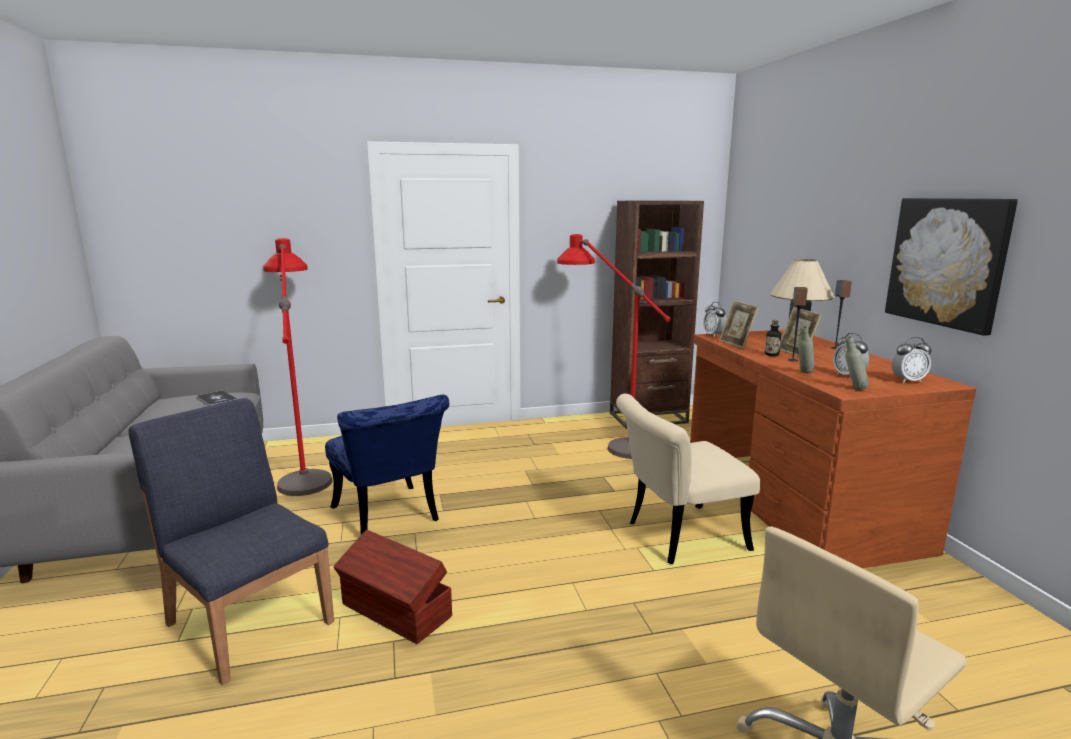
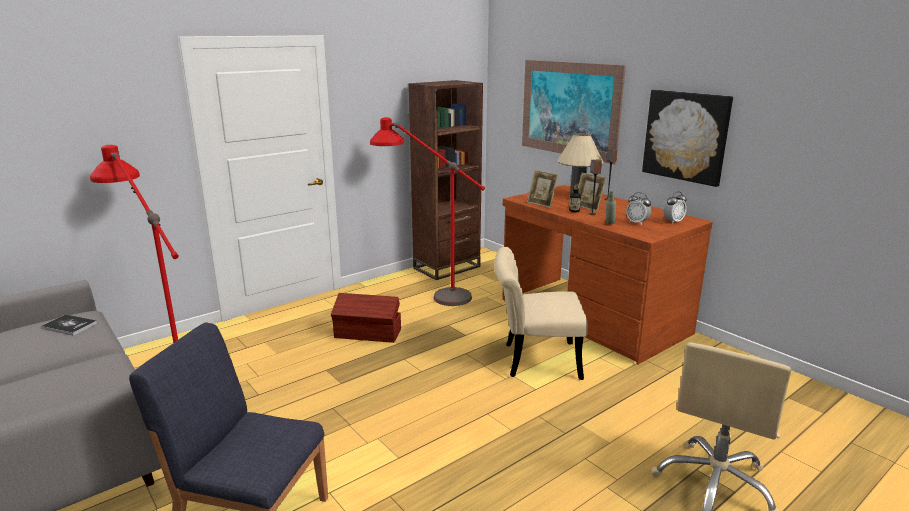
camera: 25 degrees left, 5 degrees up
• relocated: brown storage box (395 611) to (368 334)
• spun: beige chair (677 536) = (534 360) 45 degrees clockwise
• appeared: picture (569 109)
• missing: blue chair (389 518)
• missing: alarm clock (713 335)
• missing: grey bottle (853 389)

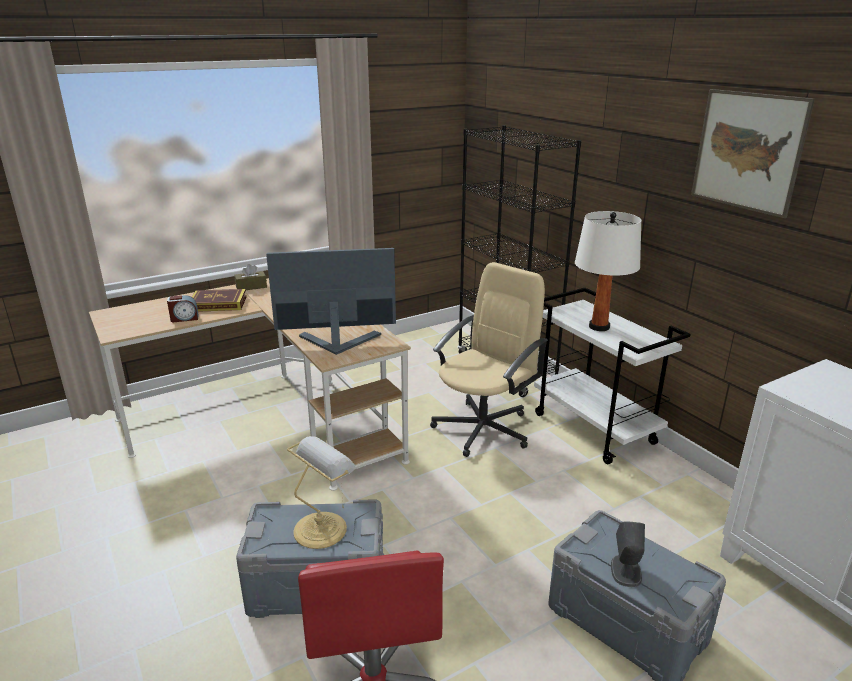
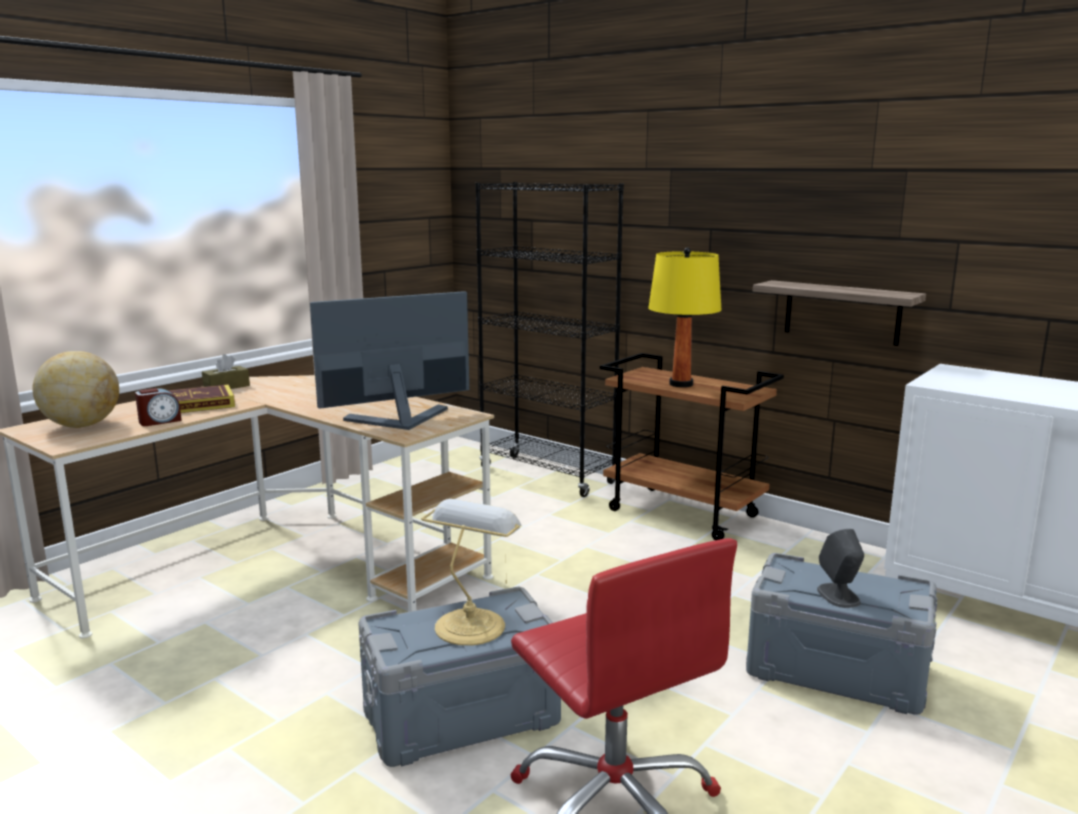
camera: 20 degrees left, 10 degrees down
• appeared: globe (82 425)
• colour: white cart (595 429) to brown cart (684 513)
• colour: white table lamp (599 327) to yellow table lamp (681 384)
• appeared: shelf (842 312)
• missing: beige office chair (484 428)
• missing: picture (748 151)

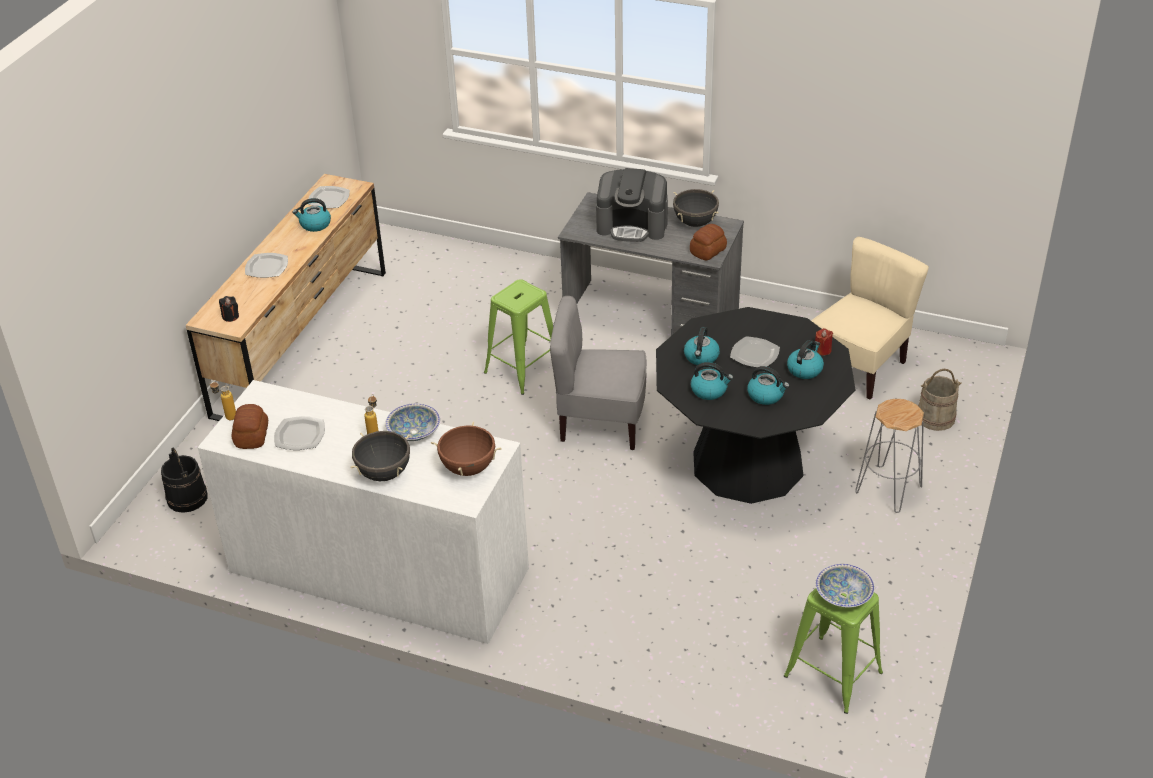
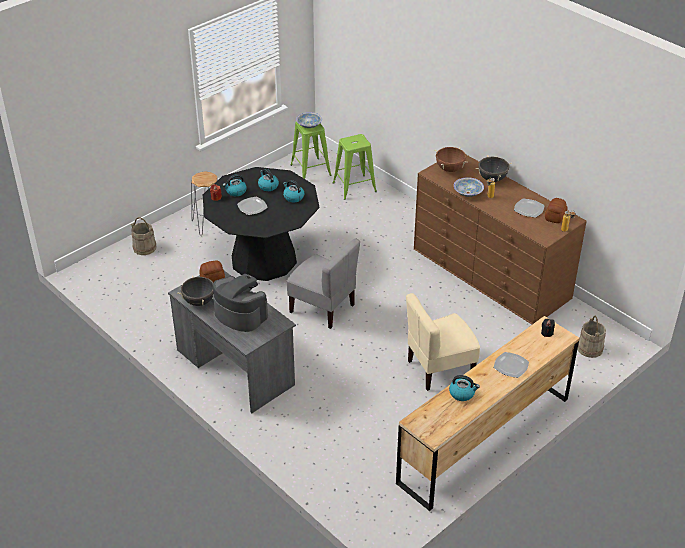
camera: 155 degrees left, 0 degrees up
• relocated: green stool (522 369) to (355 187)
• relocated: beige chair (859 367) to (440 369)
• colour: white dresser (378 570) to brown dresser (490 273)
• colour: black bucket (187 498) to beige bucket (590 348)
• missing: plate (328 198)
• missing: kettle (701 357)

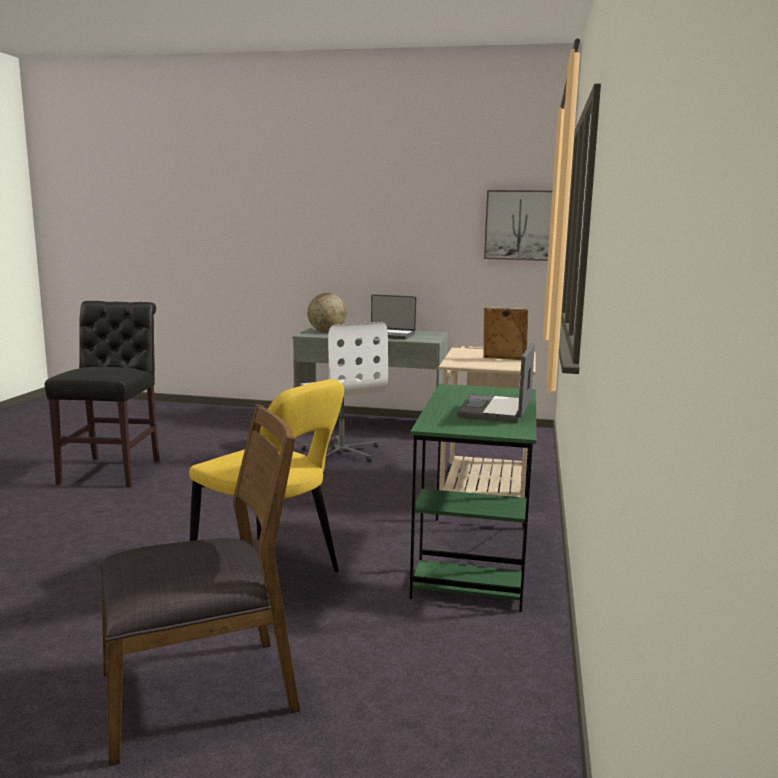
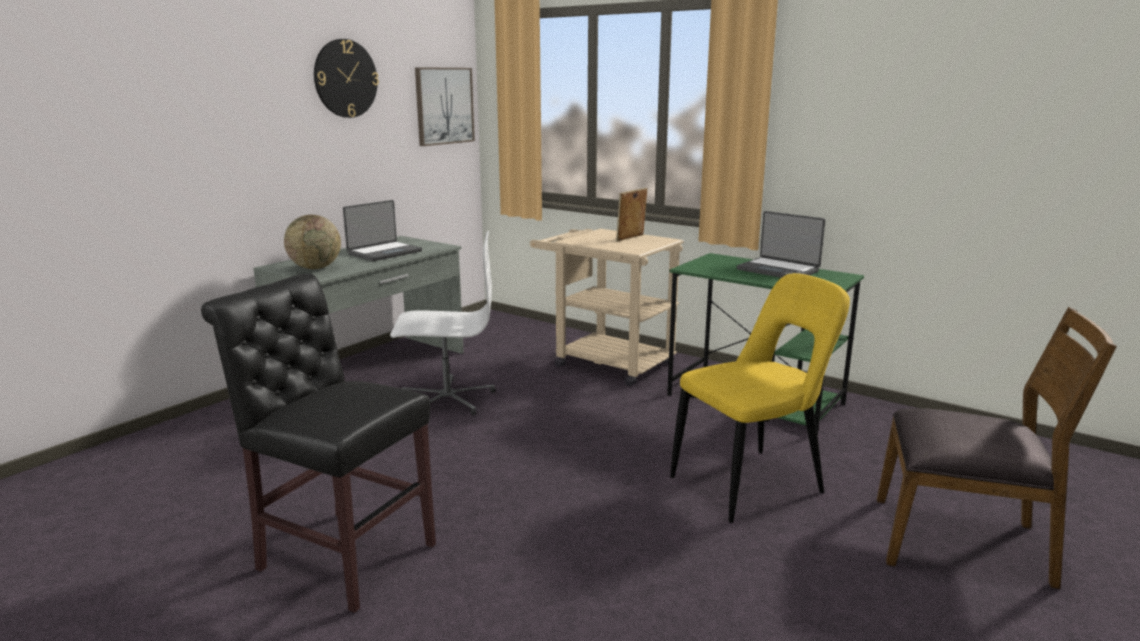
camera: 65 degrees left, 5 degrees up
• appeared: wall clock (345 78)
• spun: brown chair (200 693) = (961 541) 105 degrees clockwise

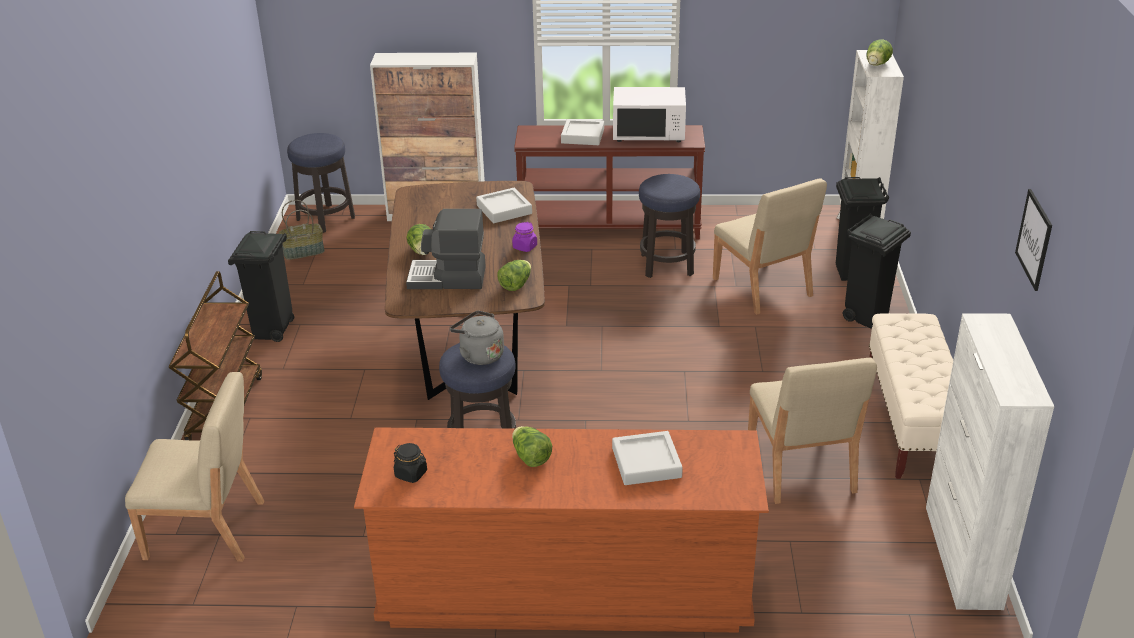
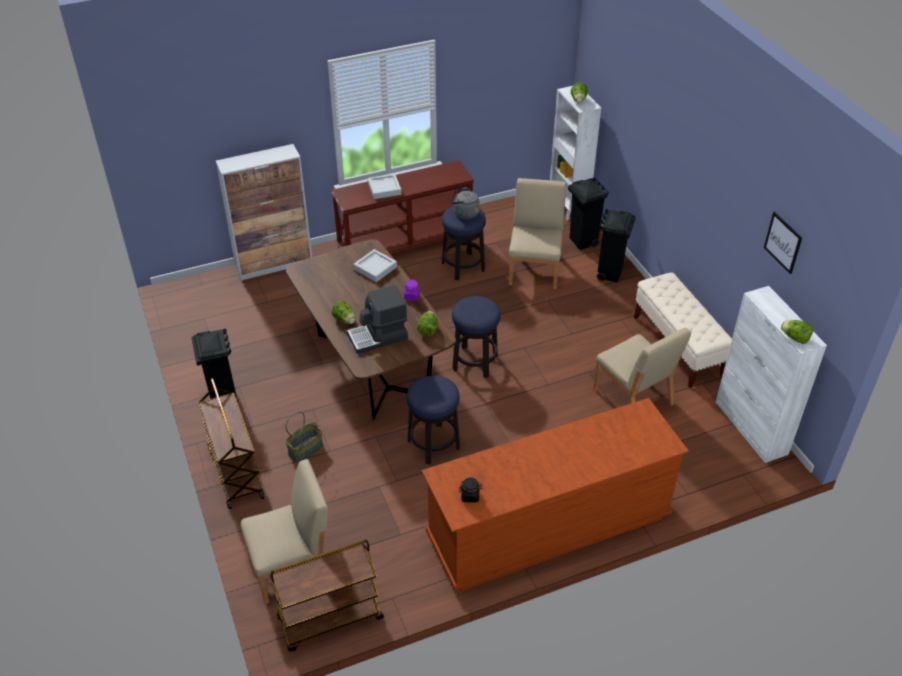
camera: 25 degrees left, 10 degrees up
• appeared: brown cart (329 619)
• relocated: basket (304 251) to (305 449)
• relocated: grey kettle (479 355) to (464 213)
• relocated: stool (326 219) to (475 362)
• spun: beige chair (762 288) = (535 269) 120 degrees counterclockwise
• relocated: lettuce (530 457) to (795 338)
• missing: grey tray (646 463)
• missing: white microwave (649 134)

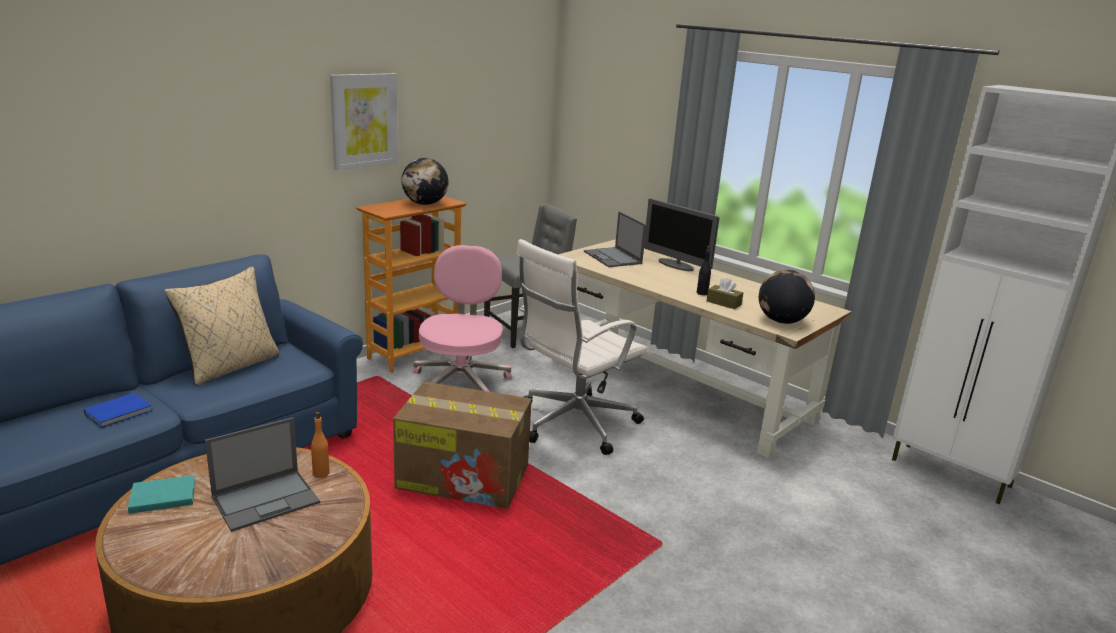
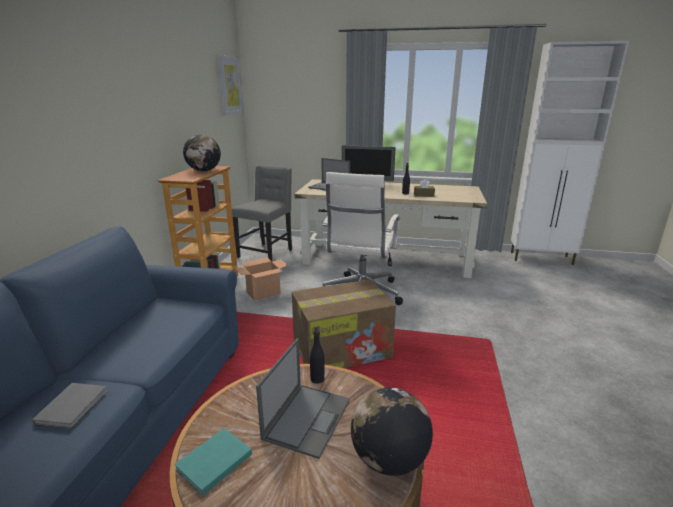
camera: 30 degrees left, 0 degrees up
• colour: blue book (120 412) to grey book (74 406)
• relocated: picture (364 120) to (230 85)
• exchanged: pink office chair (461 381) to cardboard box (264 293)
• colour: orange bottle (321 473) to black bottle (317 379)
• relocated: globe (781 321) to (389 459)
• missing: beige pillow (231 366)

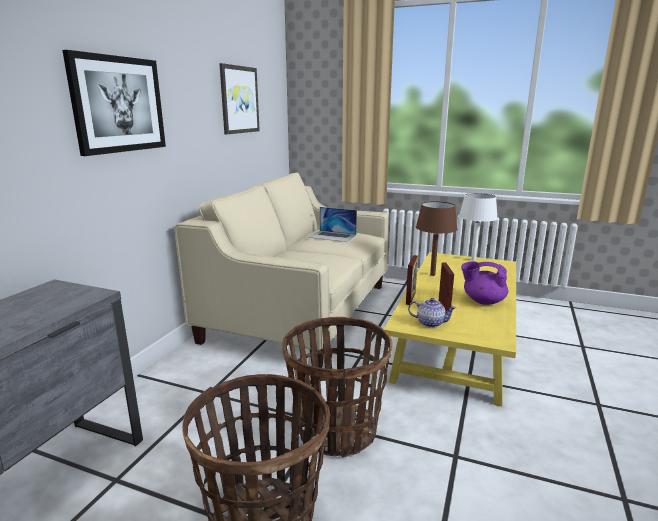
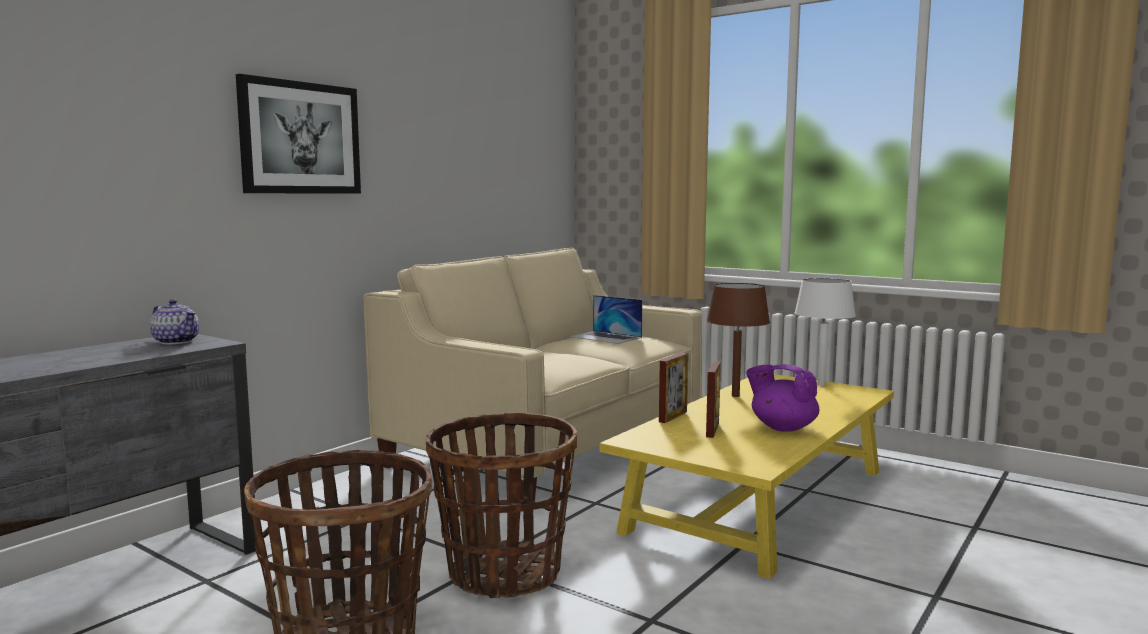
camera: 15 degrees right, 10 degrees down
• relocated: teapot (430 323) to (176 341)
• missing: picture (239 100)

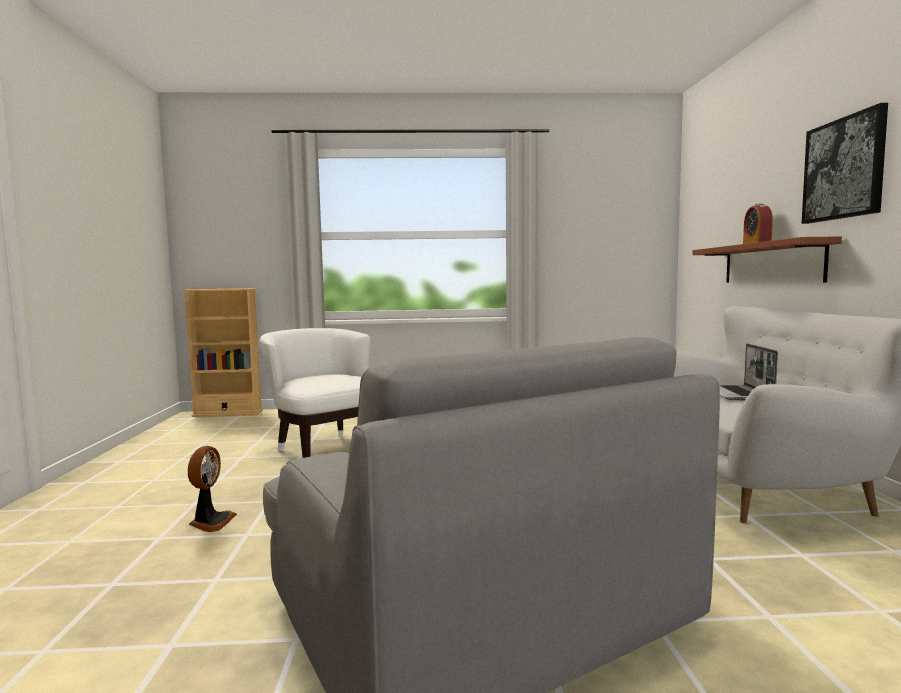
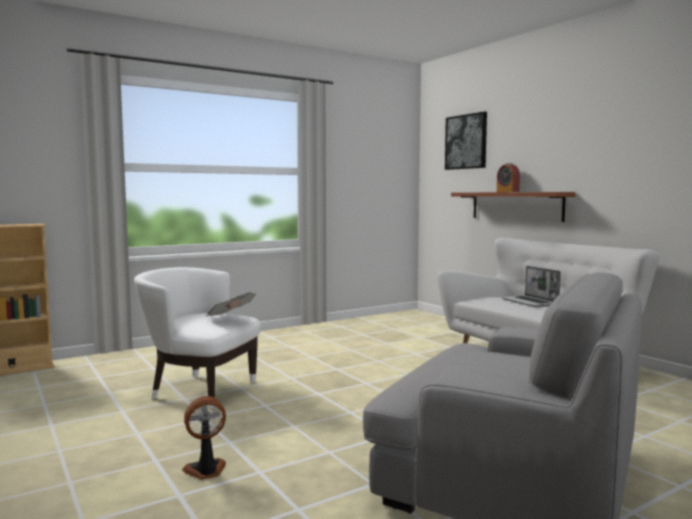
camera: 30 degrees left, 0 degrees up
• spun: fan (210 522) = (206 471) 90 degrees counterclockwise
• appeared: newspaper (230 318)
• relocated: picture (844 169) to (466 142)

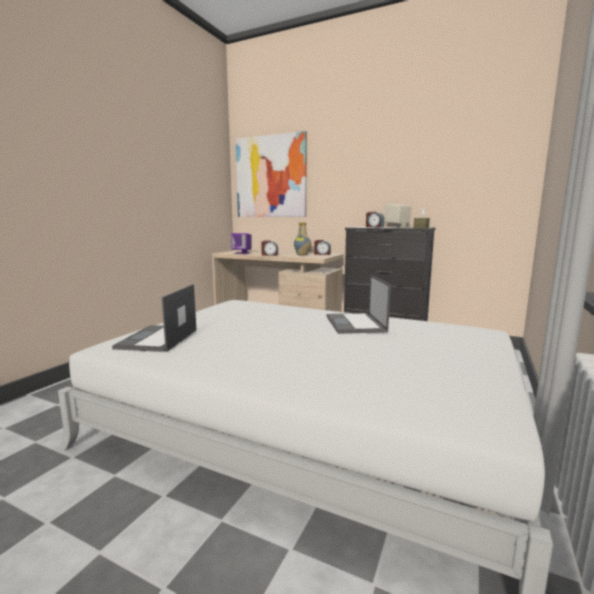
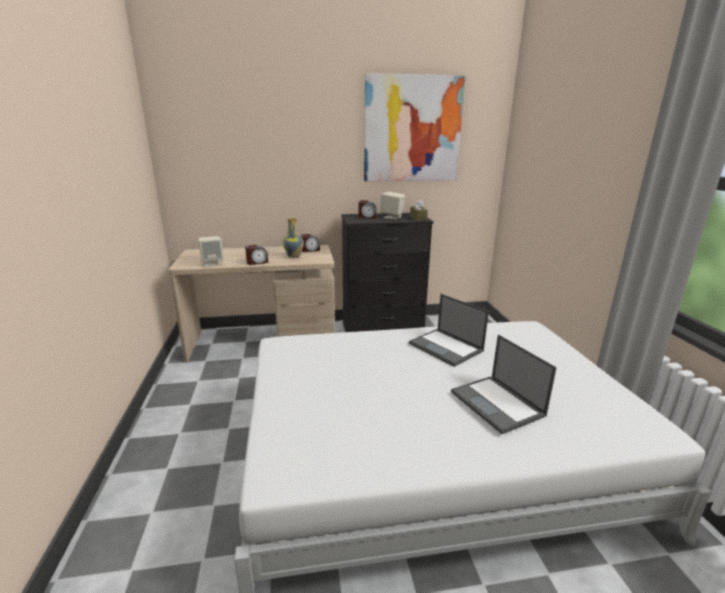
camera: 35 degrees left, 10 degrees up
• colour: purple speaker (242 253) to beige speaker (212 263)
• relocated: picture (271 177) to (412 129)
• relocated: laptop (157 339) to (498 404)

